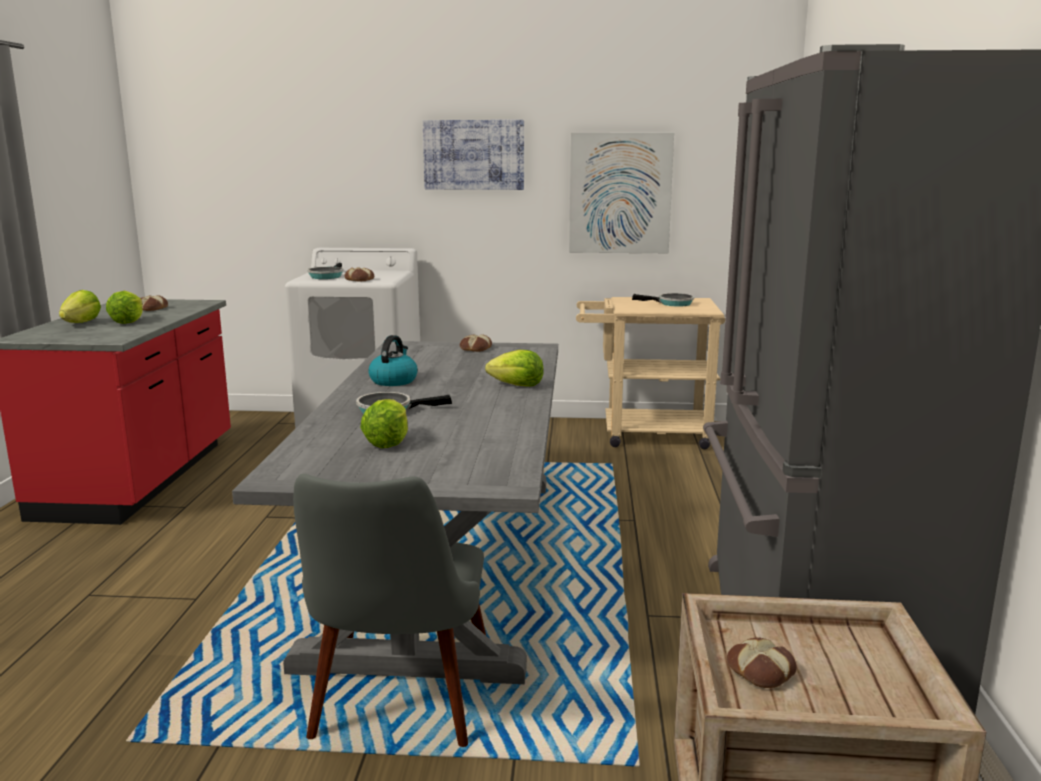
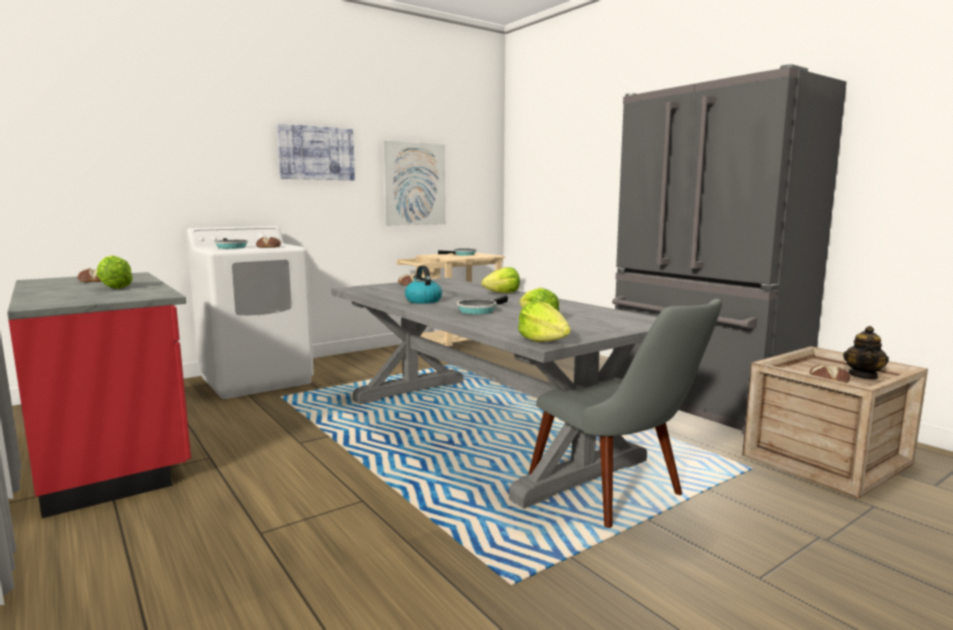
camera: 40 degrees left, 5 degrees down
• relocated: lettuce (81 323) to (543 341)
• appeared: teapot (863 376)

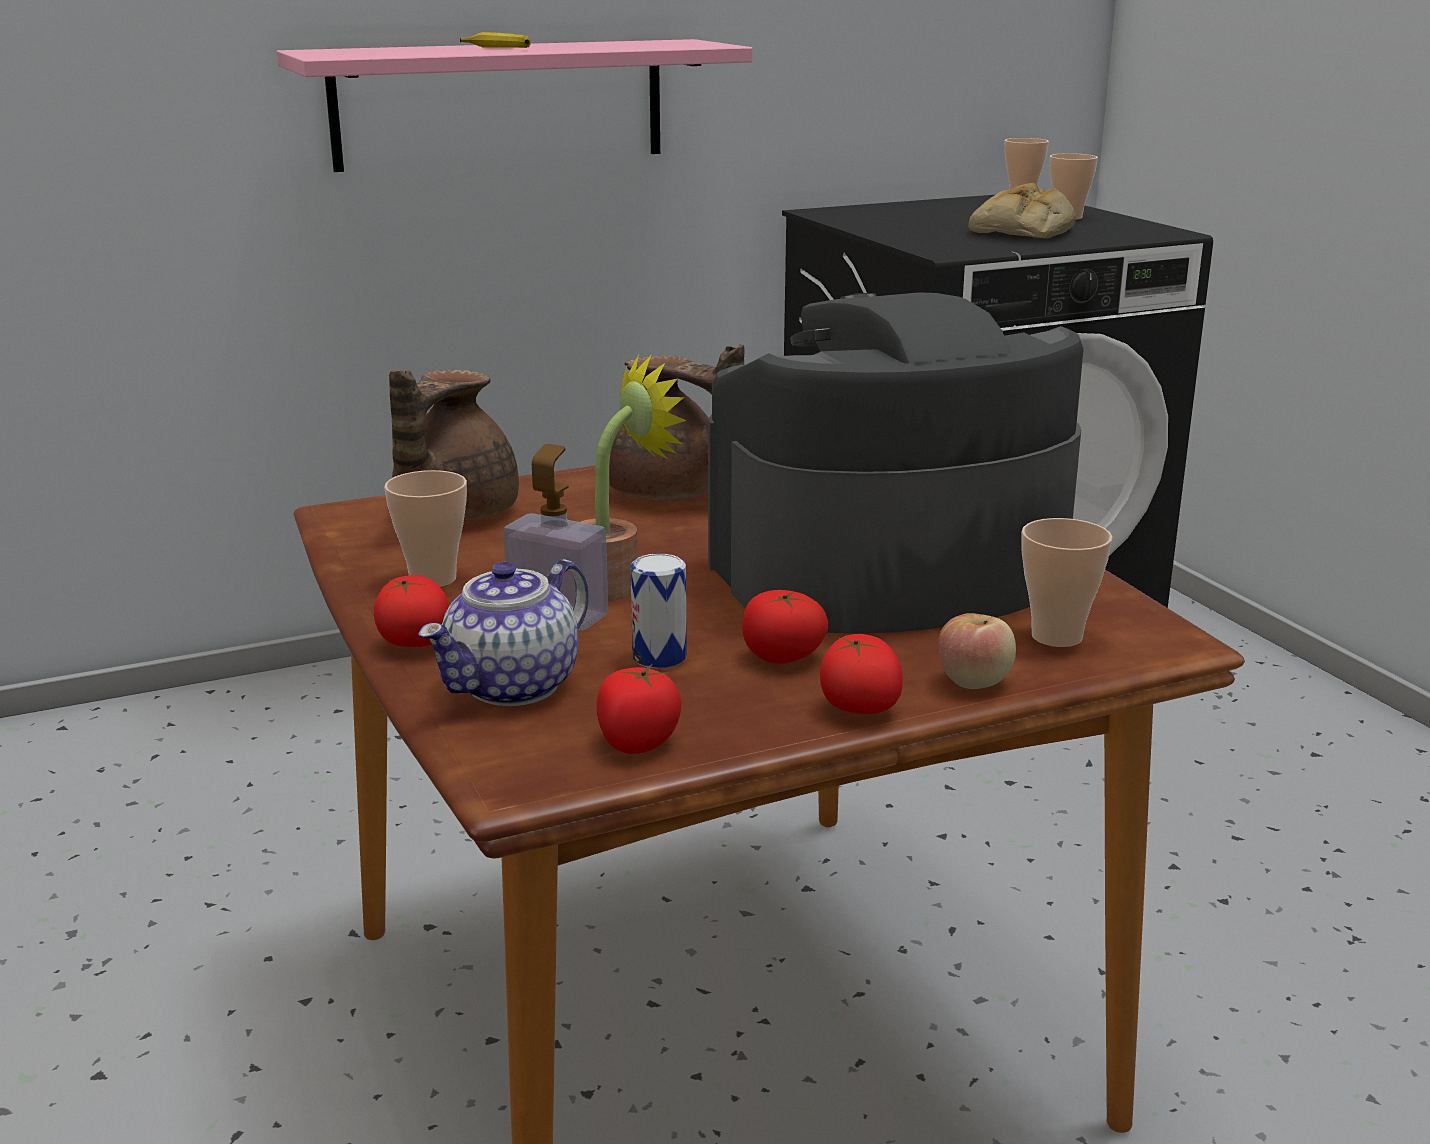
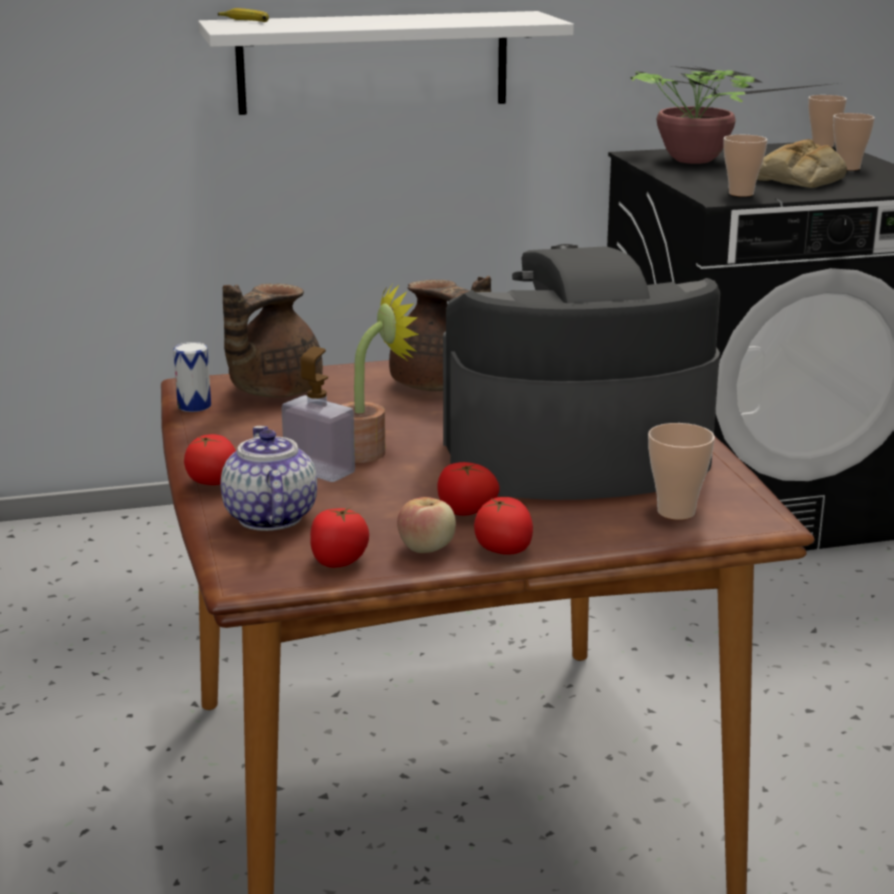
camera: 10 degrees right, 0 degrees up
• relocated: can (659 657) to (194 406)
• colour: pink shelf (500 104) to white shelf (373 62)
• relocated: banana (498 48) to (245 21)
• spun: teapot (513 687) = (269 517) 120 degrees clockwise
• relocated: apple (974 682) to (427 548)
• appeared: potted plant (698 160)
• relocated: cup (433 579) to (741 193)

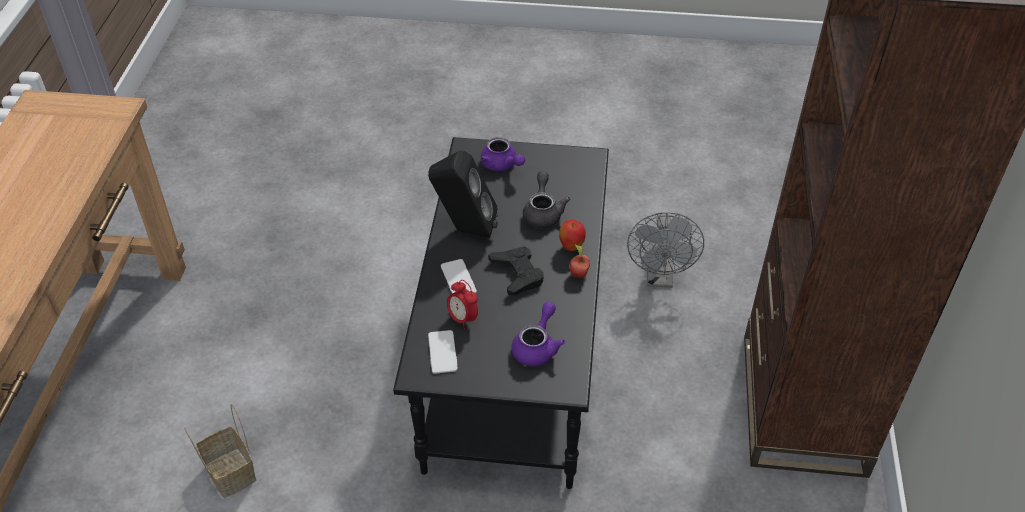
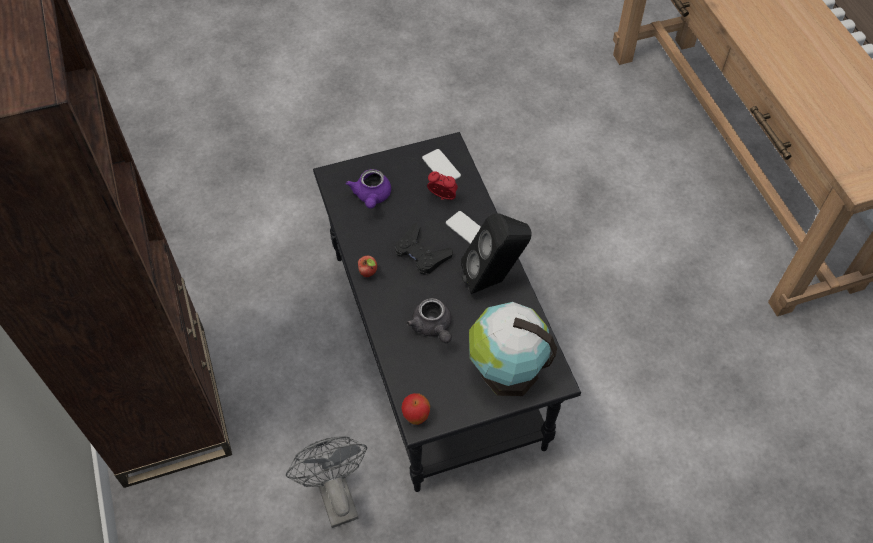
camera: 155 degrees right, 10 degrees up
• relocated: apple (571 247) to (416 417)
• exchanged: purple teapot (501 165) to globe (506 371)
• missing: basket (229 472)

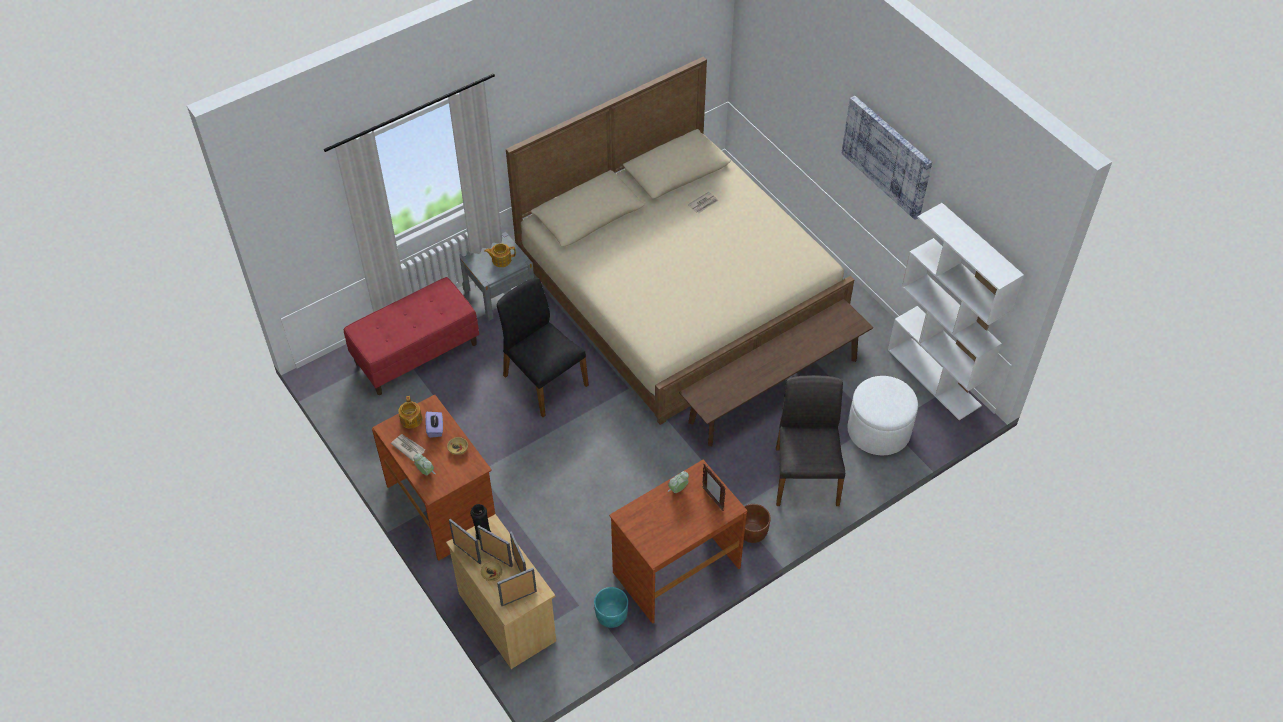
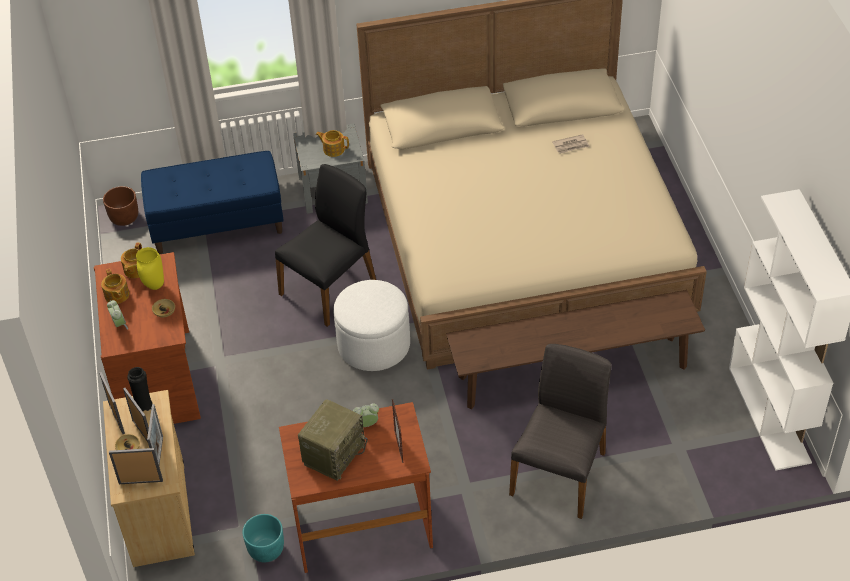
camera: 25 degrees right, 5 degrees down
• exchanged: newspaper (408 447) to teapot (116 295)
• relocated: brown planter (752 532) to (124 217)
• exchanged: purple tissue box (435 429) to yellow vase (154 285)
• colour: red bench (416 353) to blue bench (218 224)
• spun: black chair (544 380) = (330 288) 60 degrees clockwise
• appeared: radio (334 453)
• relocated: white ottoman (878 430) to (374 345)
• missing: picture (887 156)

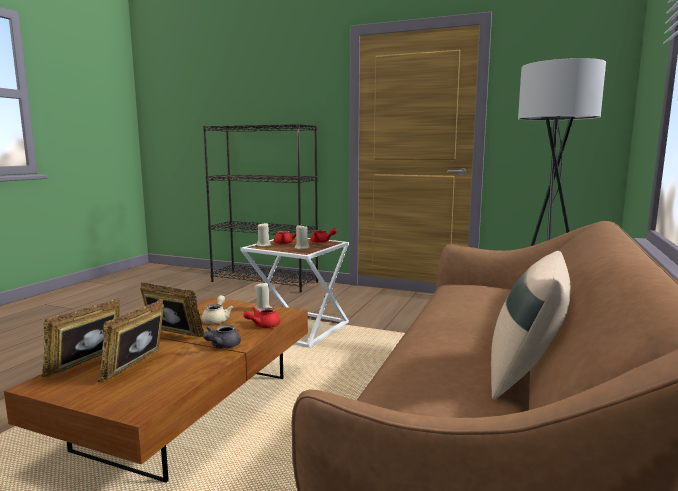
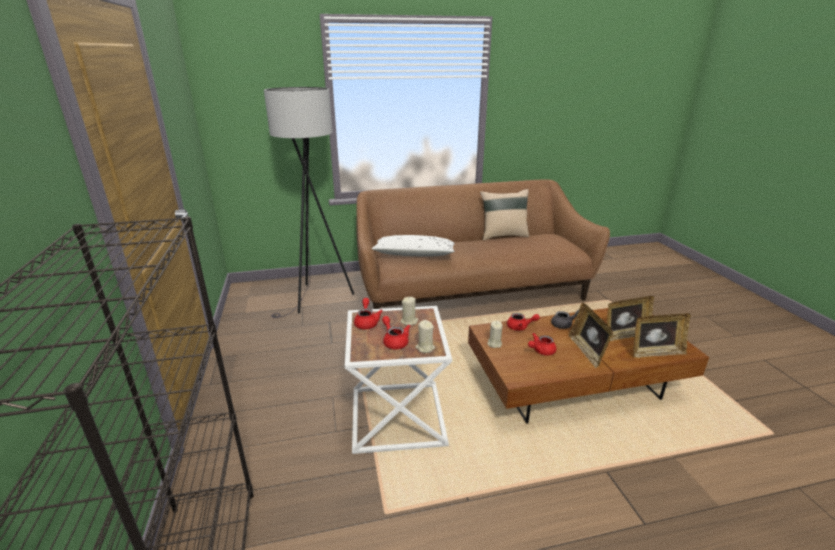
camera: 125 degrees left, 15 degrees up
• appeared: white pillow (414 254)
• colour: beige teapot (217 319) to red teapot (541 351)

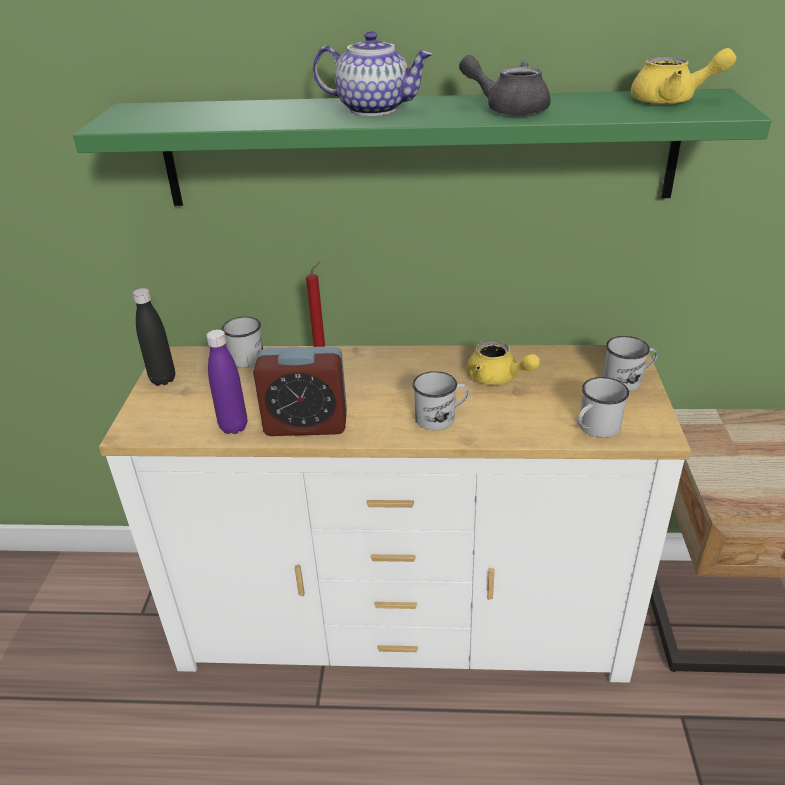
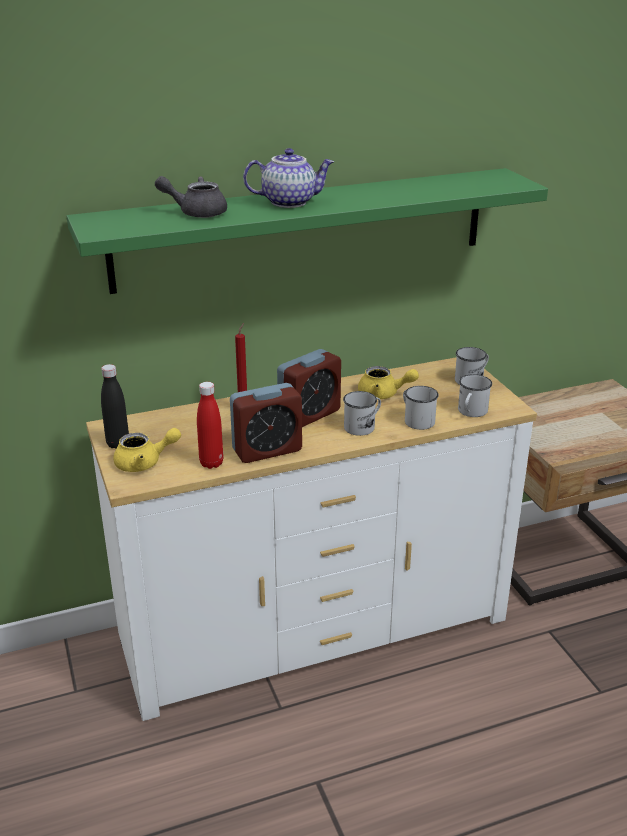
camera: 25 degrees left, 5 degrees down
• relocated: yellow teapot (672 101) to (144 463)
• relocated: grey teapot (508 109) to (196 212)
• colour: purple bottle (233 427) to red bottle (211 463)
• appeared: alarm clock (309 415)
• relocated: white mug (247 355) to (416 420)

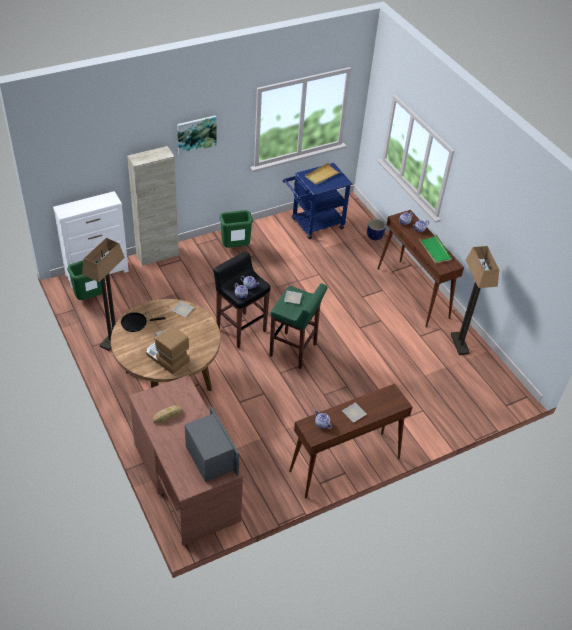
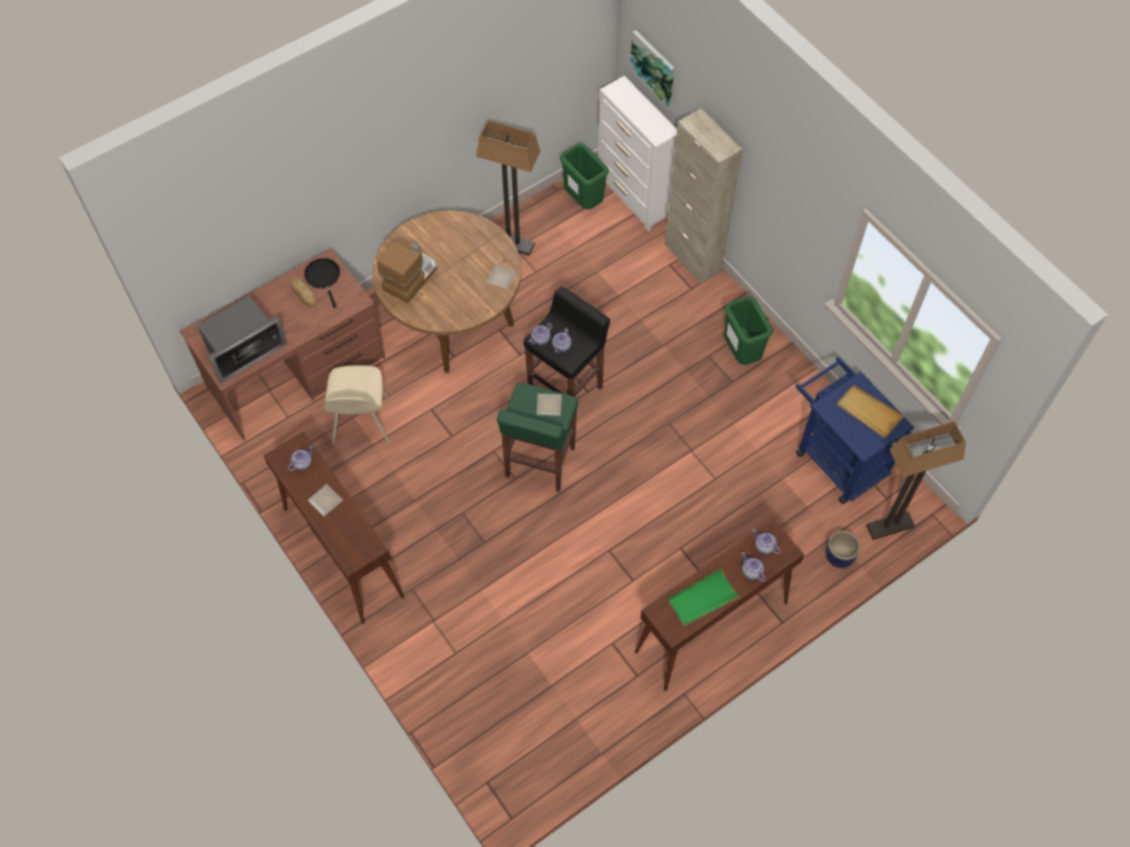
camera: 85 degrees right, 15 degrees up
• relocated: black frying pan (136 323) to (323 277)
• appeared: beige chair (361 423)
• relocated: picture (196 134) to (653 67)
• relocated: floor lamp (460 344) to (889 526)

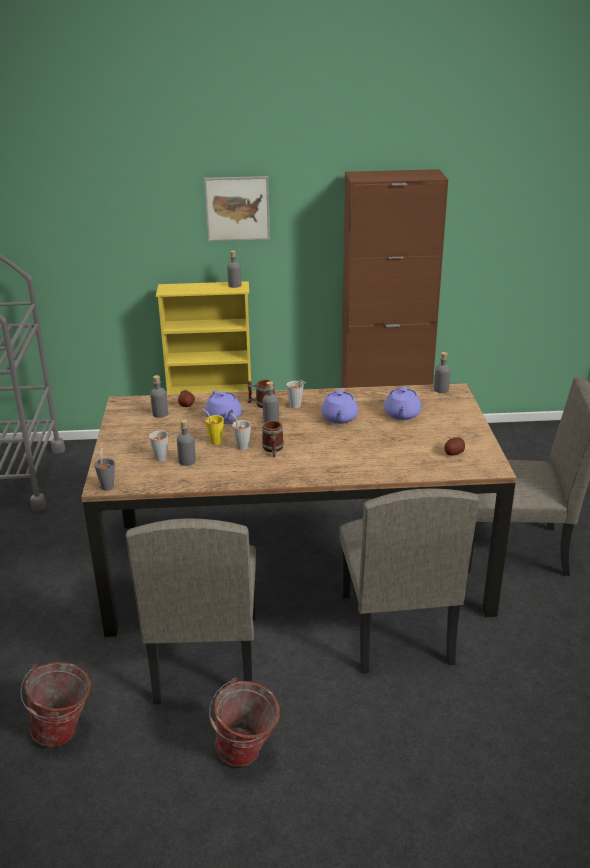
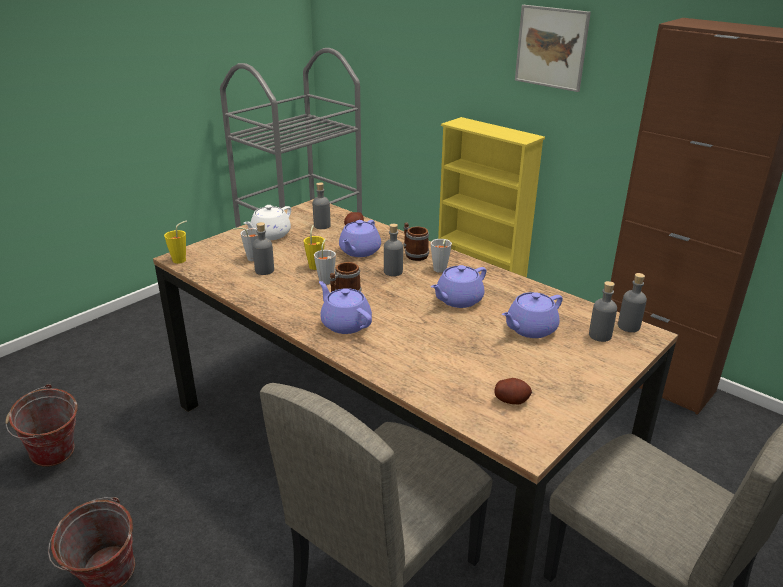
camera: 45 degrees right, 0 degrees up
• colour: grey cup (108 485) to yellow cup (182 259)
• appeared: white teapot (270 235)
• appeared: purple teapot (345 324)
• relocated: grey bottle (234 285) to (600 335)
• missing: beige chair (205 658)

